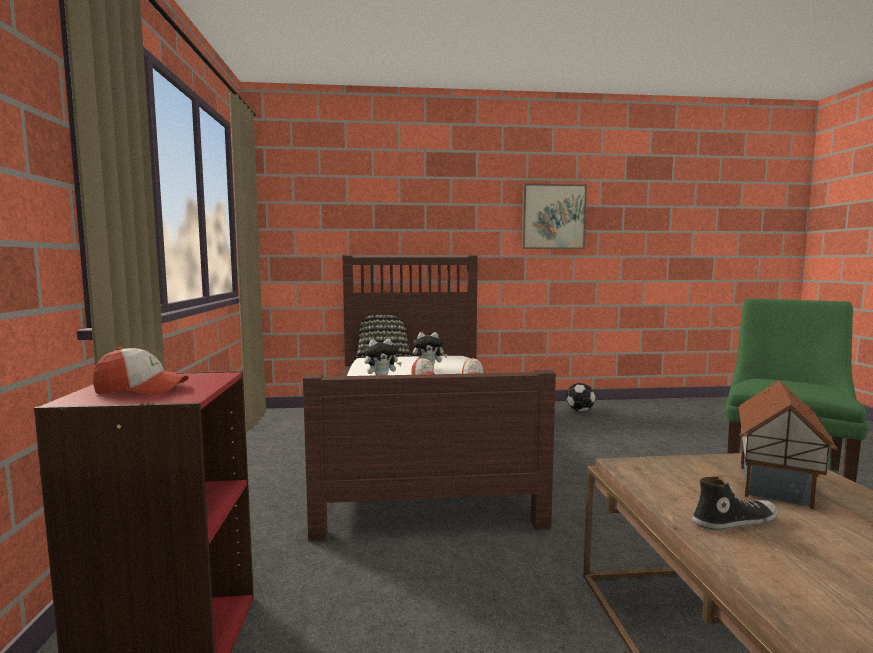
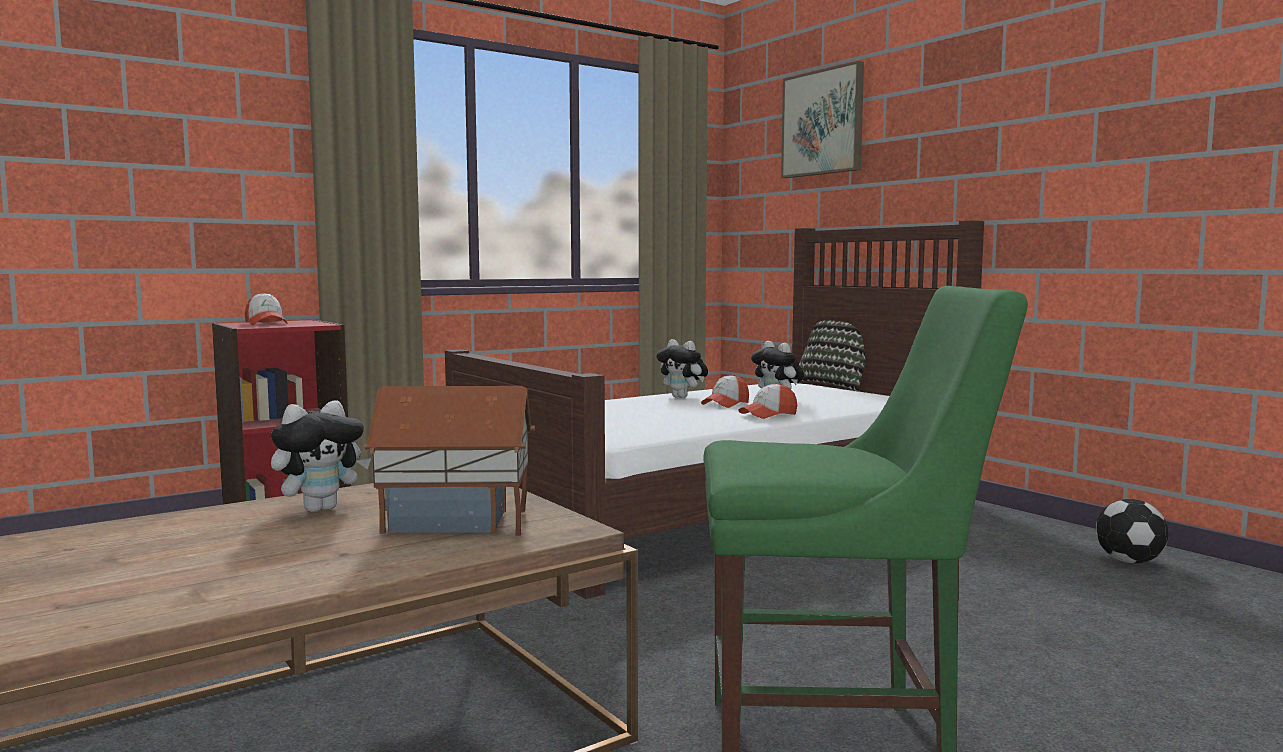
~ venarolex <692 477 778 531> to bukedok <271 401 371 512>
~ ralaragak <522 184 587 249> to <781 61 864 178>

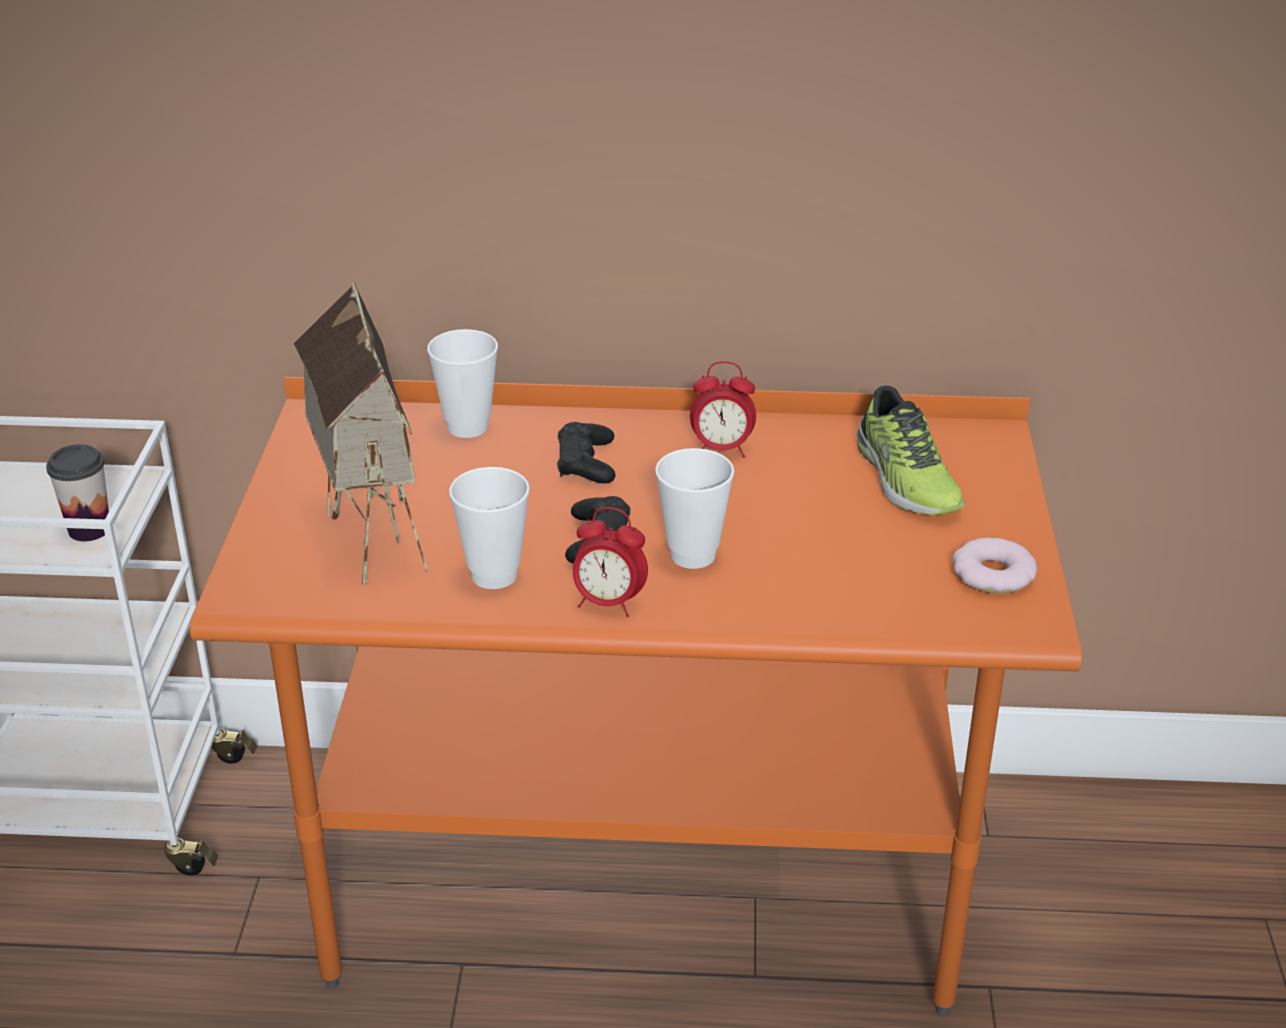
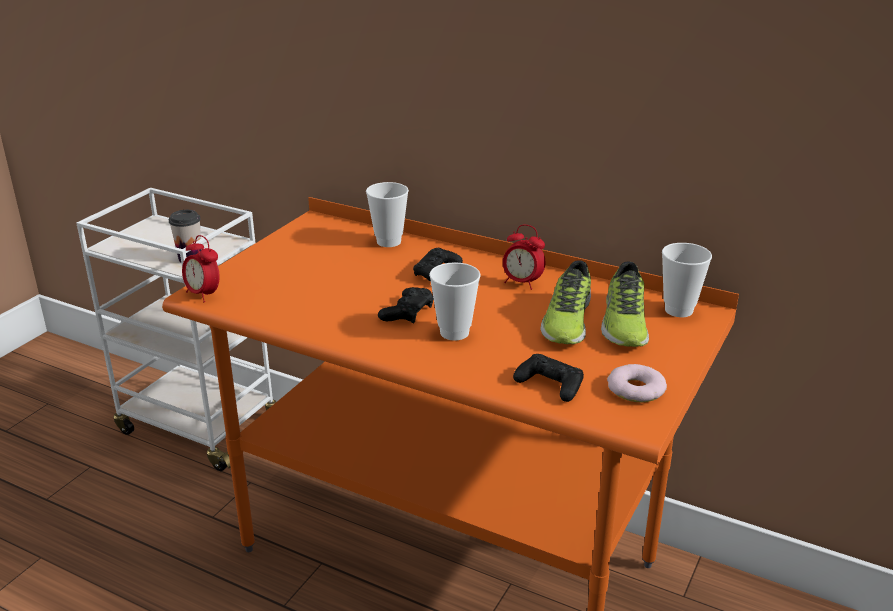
~ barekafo <573 507 648 617> to <182 235 220 302>
+ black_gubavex <513 354 584 402>
+ venarolex <541 260 591 344>
~ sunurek <449 467 530 589> to <662 243 712 317>
- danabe <294 281 428 585>

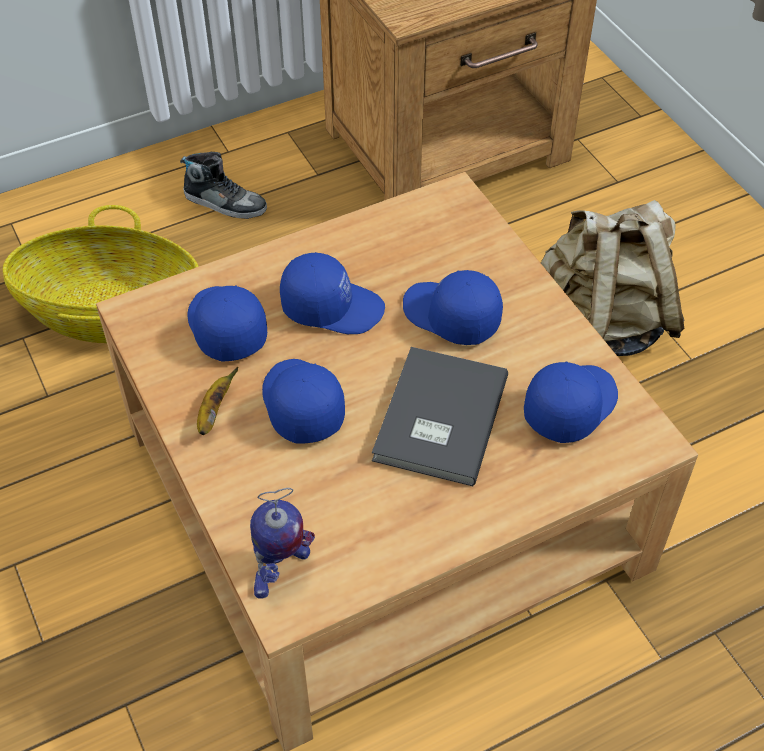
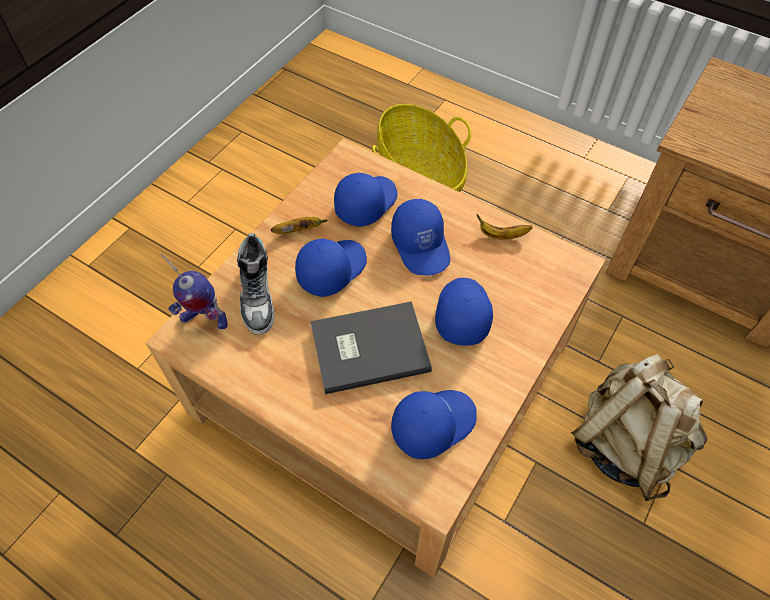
~ venarolex <180 152 267 219> to <237 233 274 334>
~ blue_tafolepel <524 362 618 443> = <391 390 477 459> 45 degrees counterclockwise
+ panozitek <476 214 532 240>

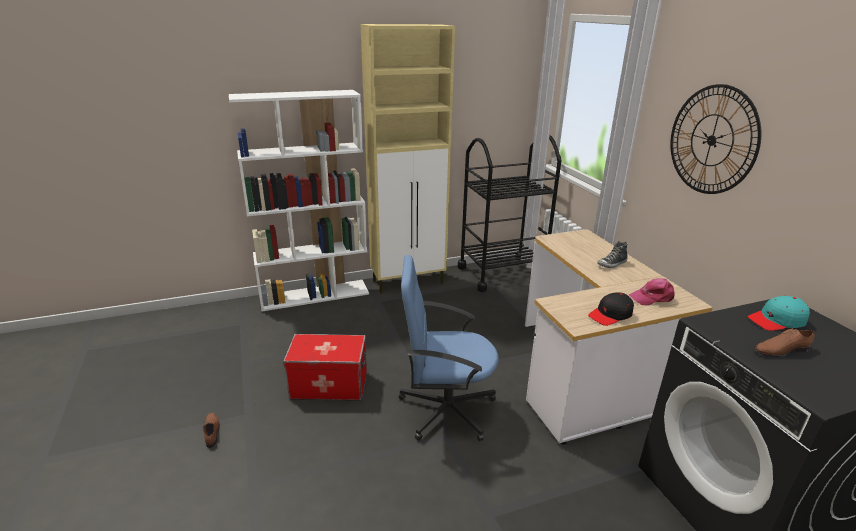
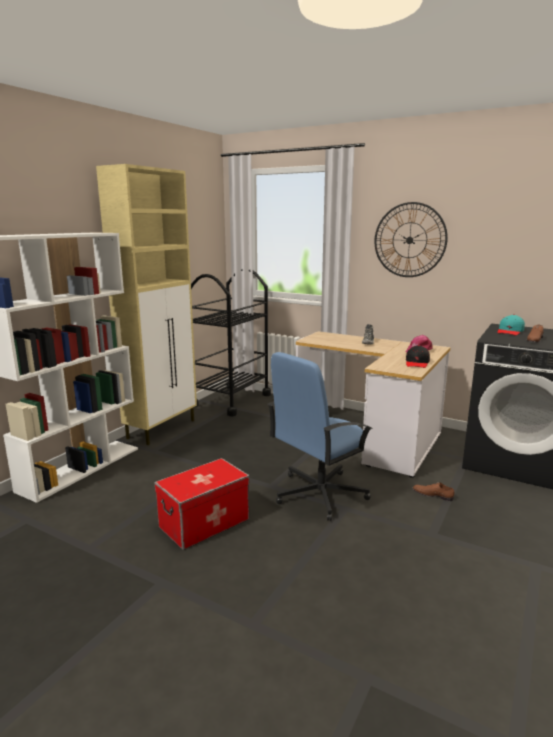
~ brown_venarolex <203 413 220 448> to <412 482 454 501>

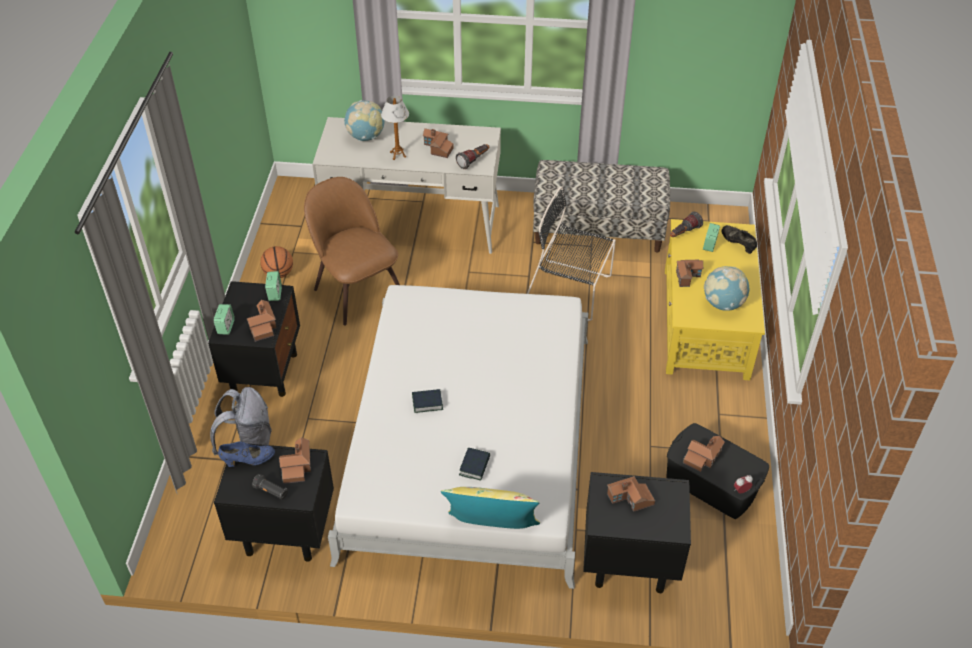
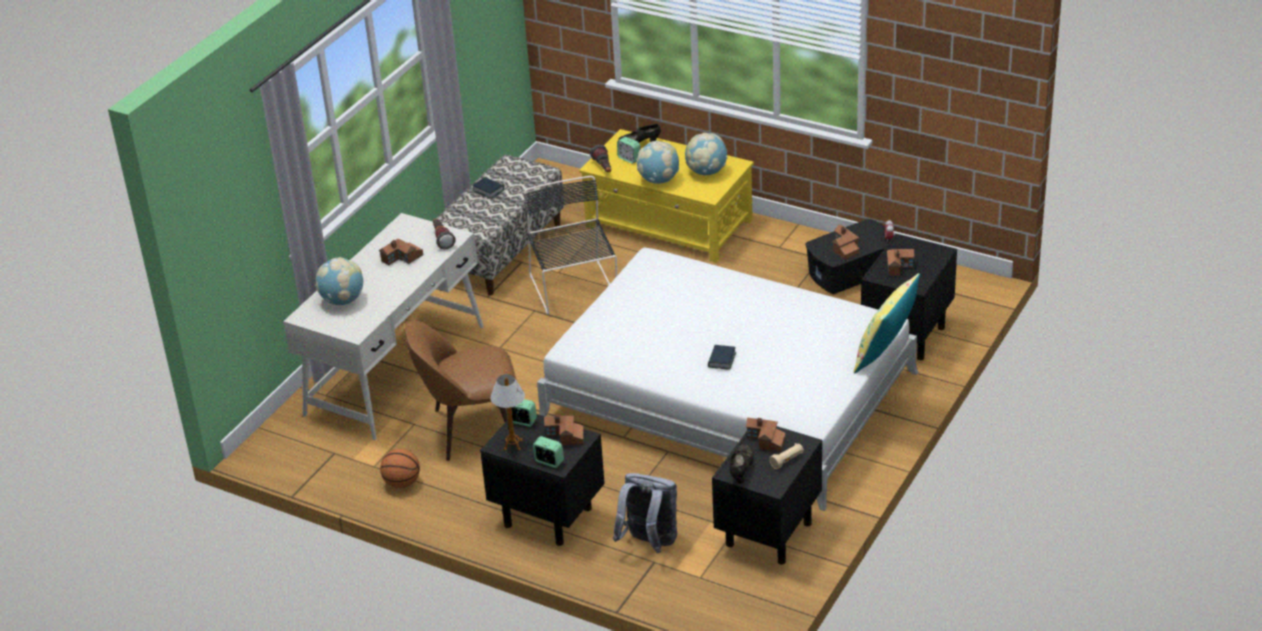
~ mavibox <459 448 490 481> to <472 177 504 199>
~ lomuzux <381 96 409 160> to <490 374 525 451>
~ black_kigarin <527 187 616 321> = <524 176 617 315> 120 degrees clockwise
~ danabe <676 260 703 287> to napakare <636 141 679 184>
~ blue_venarolex <218 441 275 467> to black_venarolex <729 444 754 484>
~ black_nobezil <252 474 288 500> to beige_nobezil <769 443 804 469>

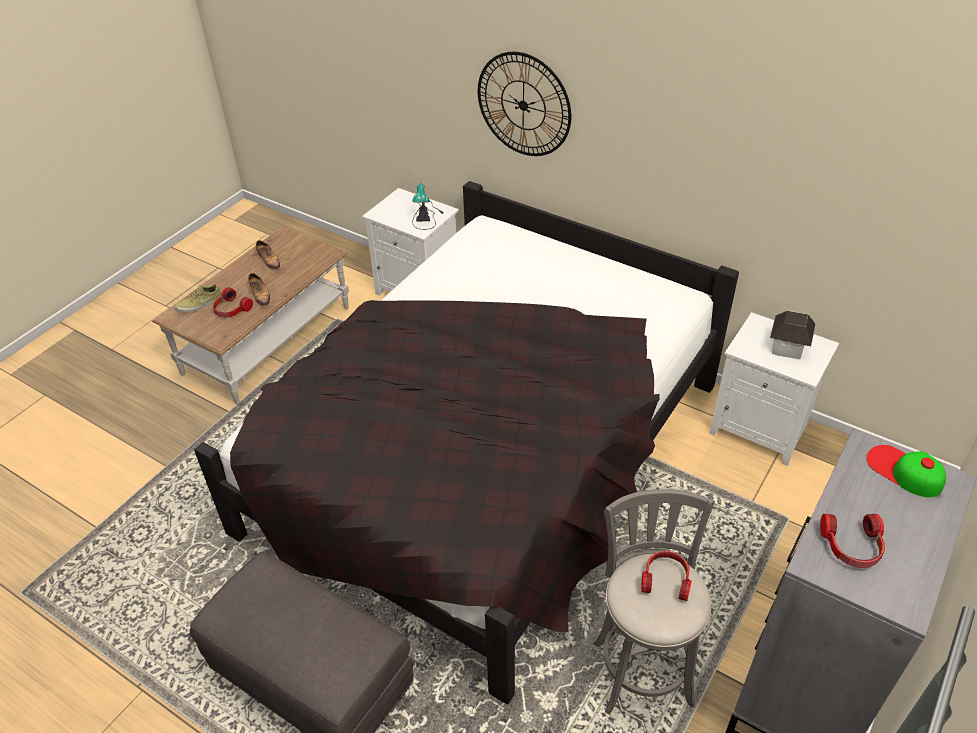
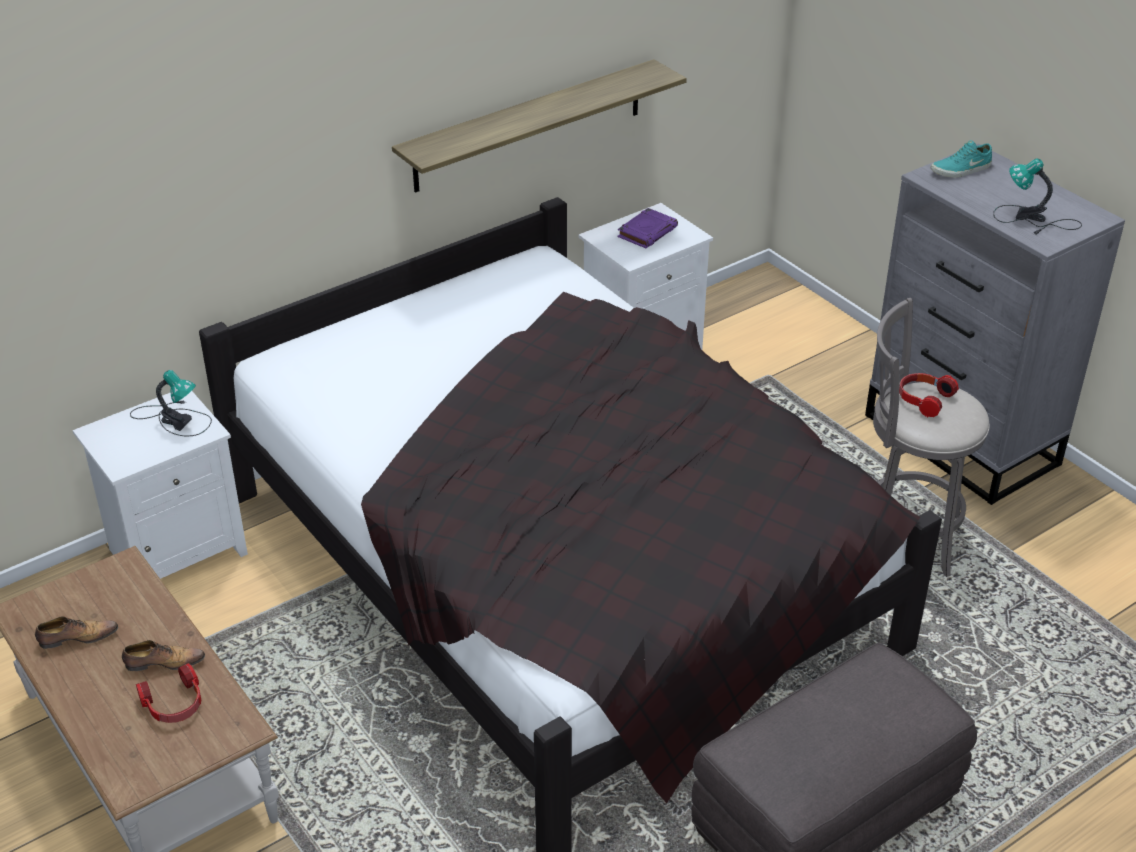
+ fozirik <392 59 687 193>
~ danabe <770 311 815 359> to purple_mavibox <618 208 678 248>
~ tafolepel <866 445 946 497> to turquoise_venarolex <931 140 992 177>
~ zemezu <820 514 885 568> to lomuzux <993 159 1082 235>
- beige_venarolex <175 284 221 312>
- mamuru <478 52 571 156>

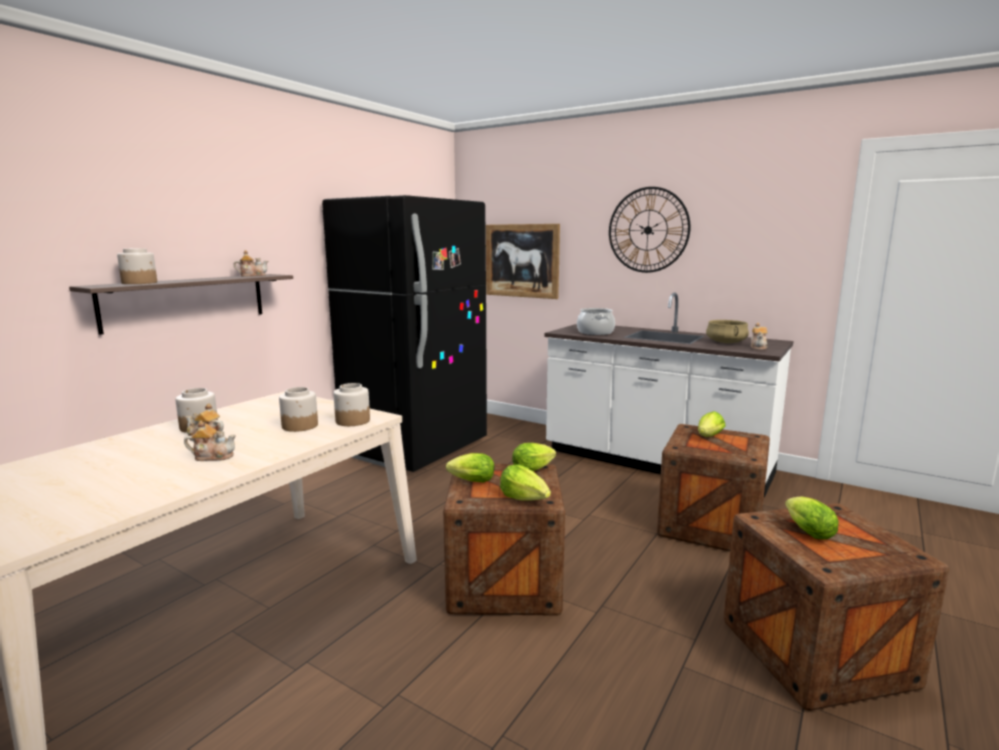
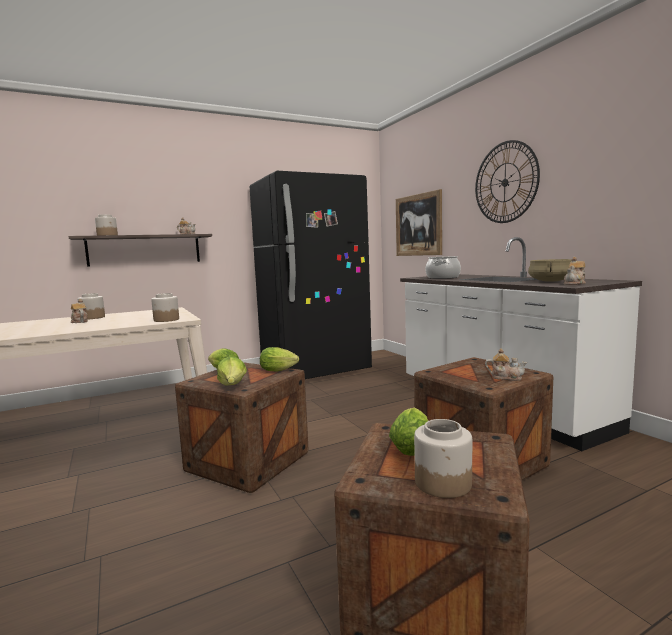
~ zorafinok <279 387 318 432> to <414 419 472 498>
~ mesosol <184 421 236 461> to <485 348 527 381>
- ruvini <698 411 725 437>

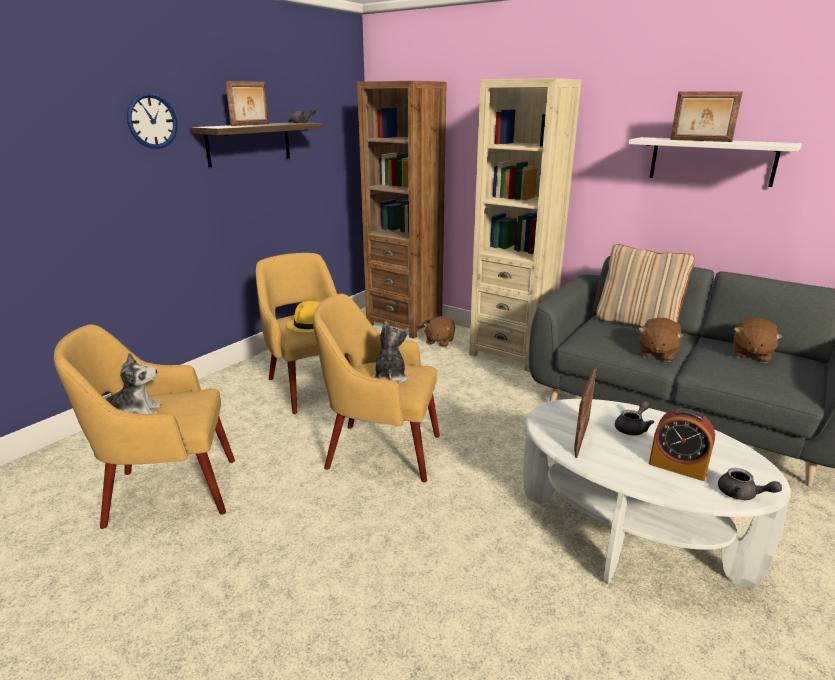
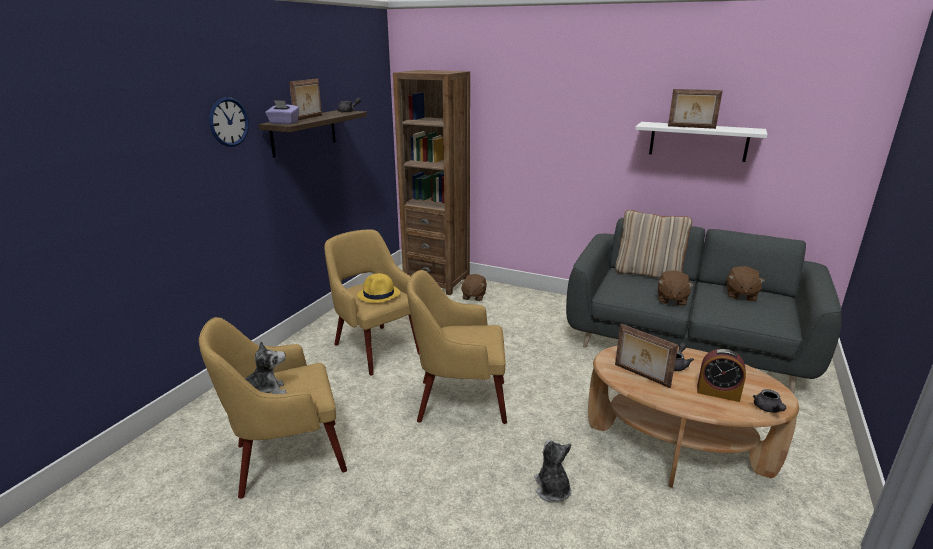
+ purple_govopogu <266 100 299 124>
~ bukedok <372 321 409 384> to <534 439 571 502>
~ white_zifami <523 399 791 590> to brown_zifami <588 346 799 488>
~ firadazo <574 367 597 458> = <615 324 678 388> 60 degrees counterclockwise
~ grey_mesosol <718 468 782 500> = <753 389 786 413> 60 degrees clockwise
- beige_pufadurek <469 78 582 372>

